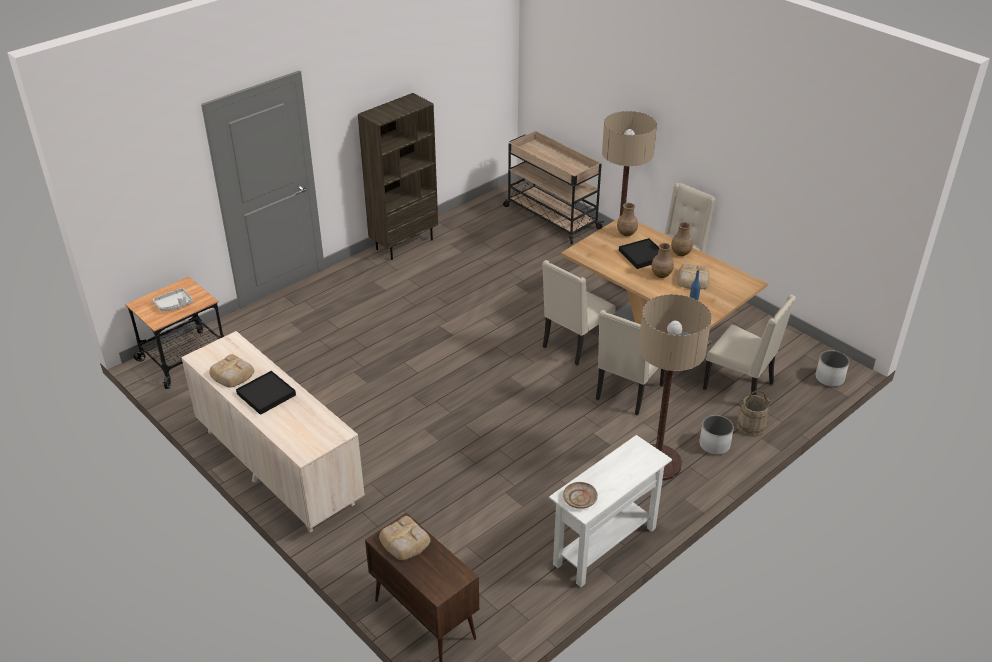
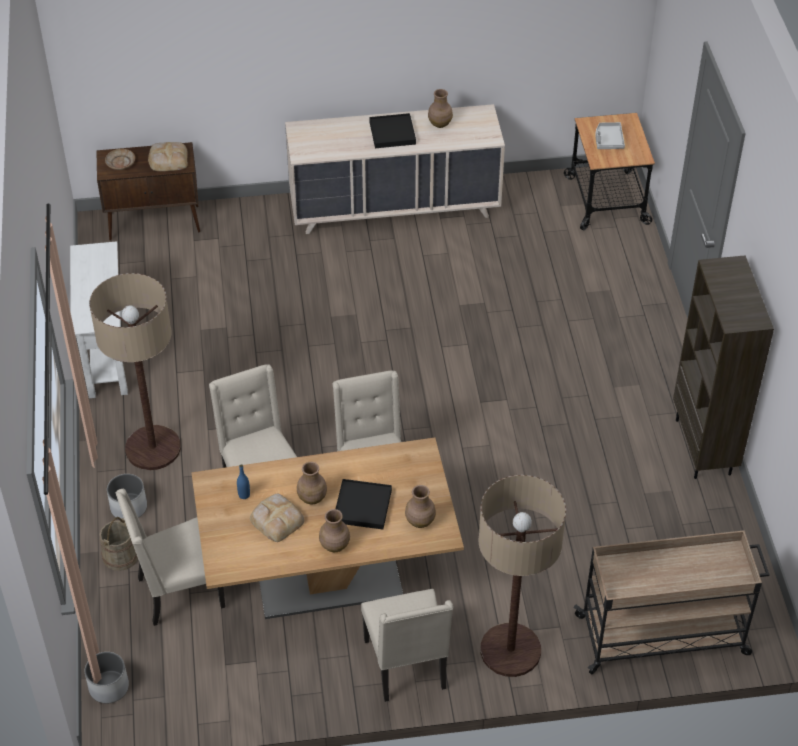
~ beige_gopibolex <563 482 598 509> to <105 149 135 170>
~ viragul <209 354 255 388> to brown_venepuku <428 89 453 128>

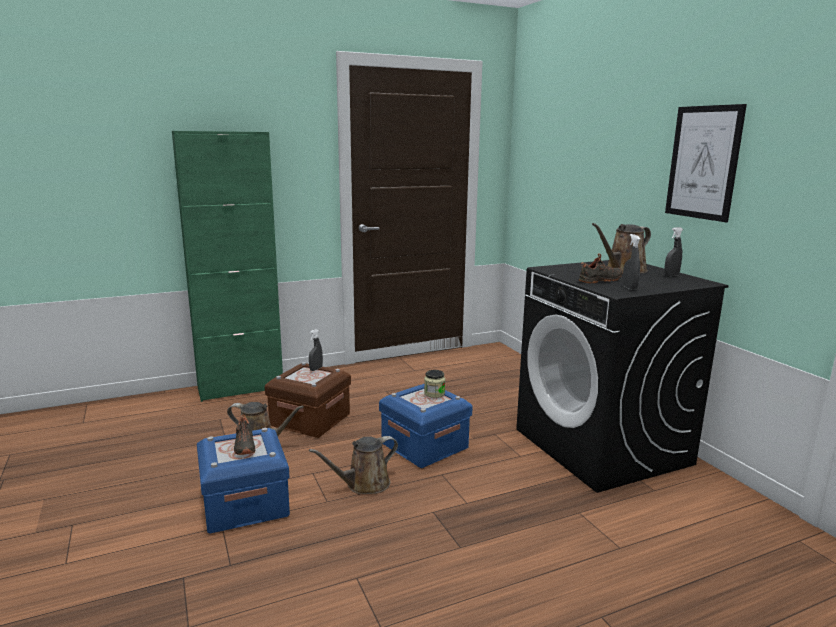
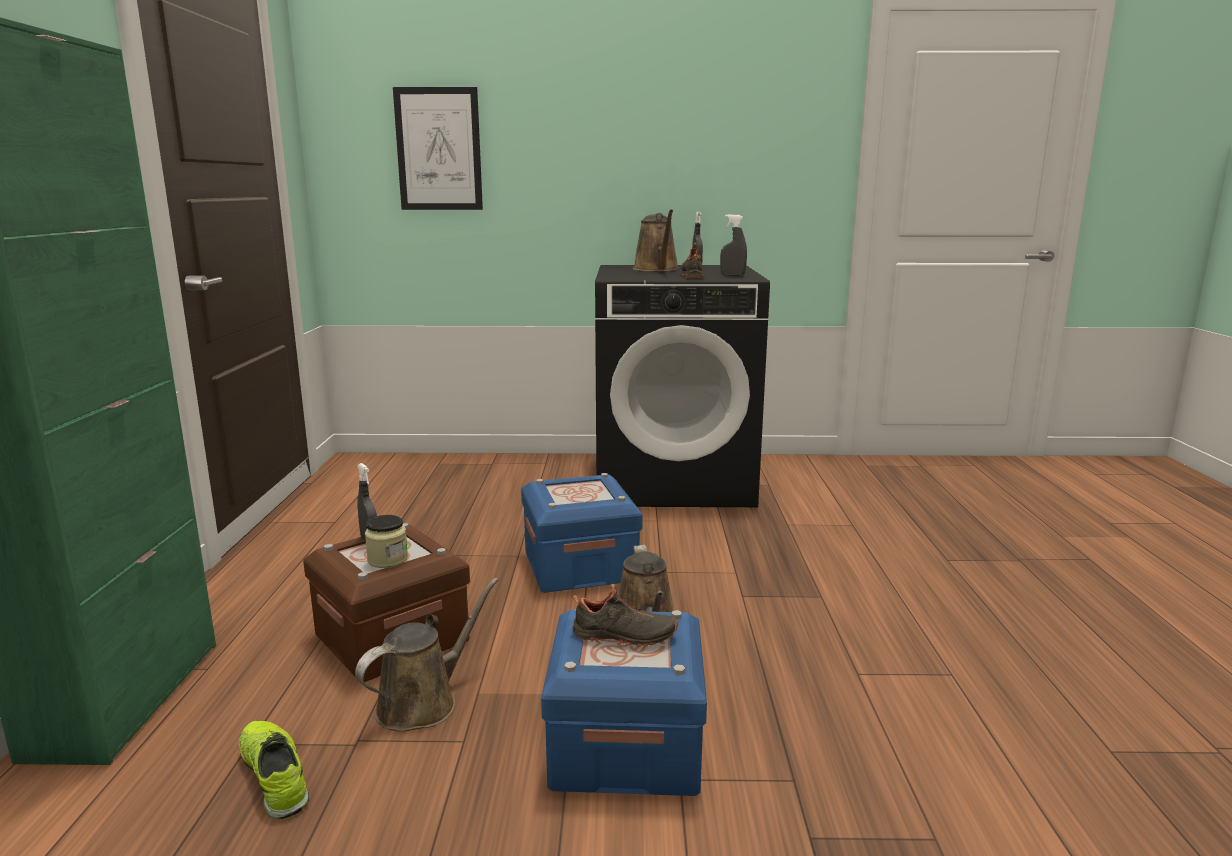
+ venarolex <239 721 309 819>
~ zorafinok <424 370 445 398> to <365 515 408 568>
~ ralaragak <665 104 747 222> to <393 87 483 210>

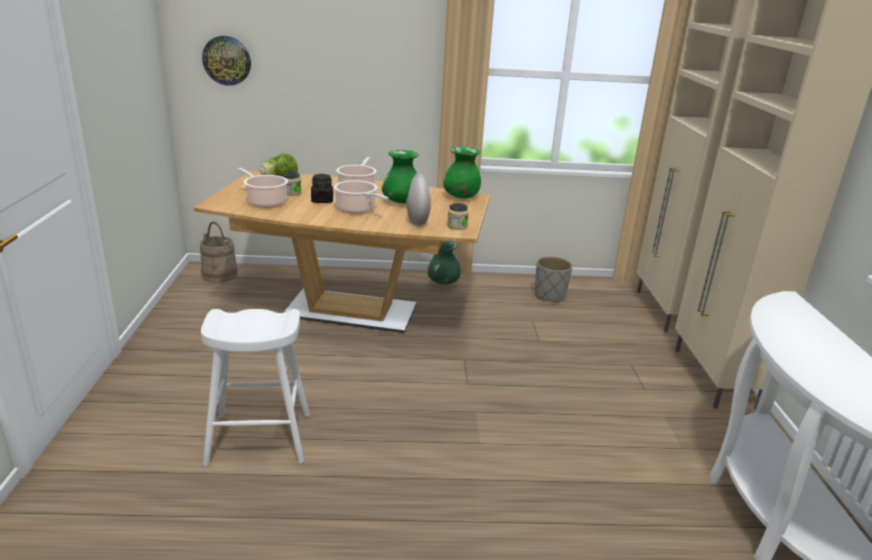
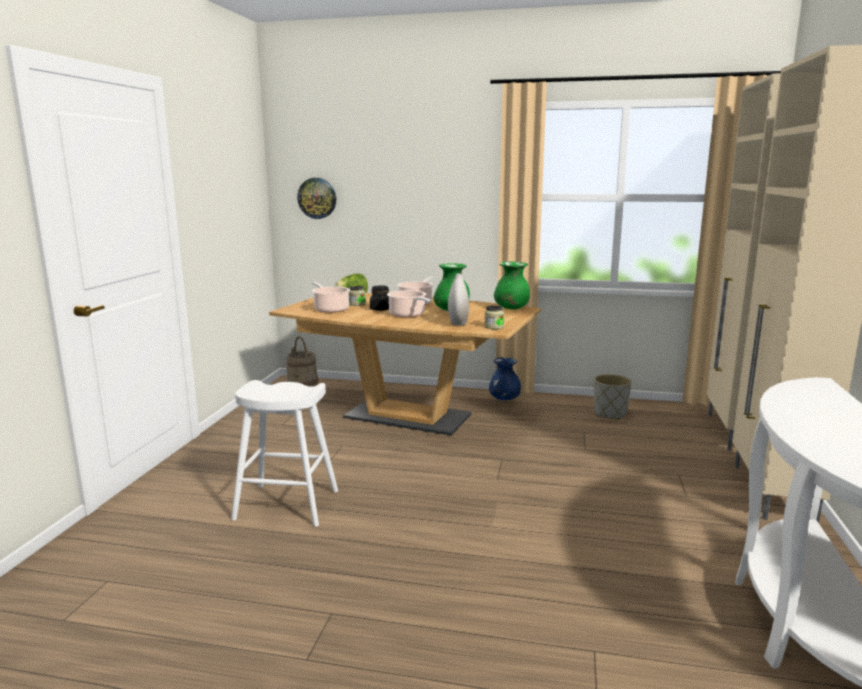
~ green_venepuku <428 241 460 285> to blue_venepuku <489 357 521 400>

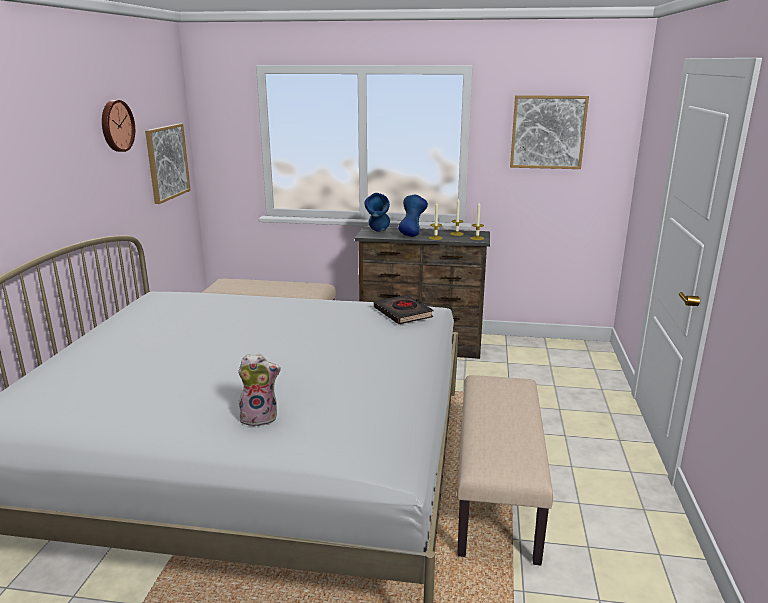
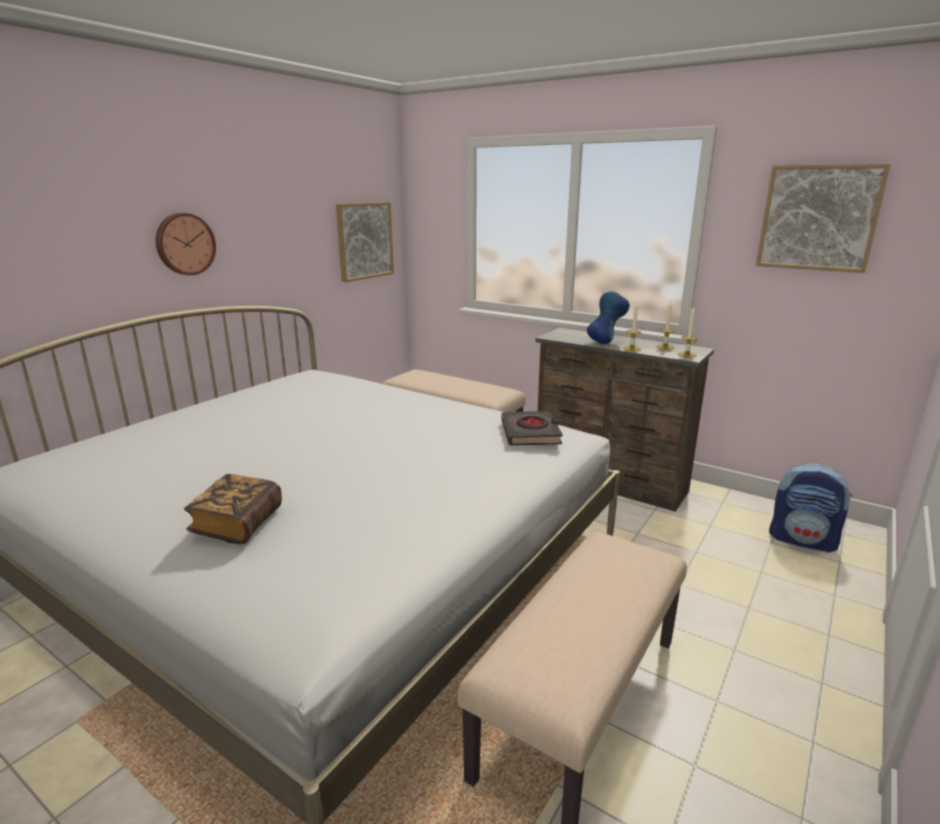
~ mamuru <102 100 135 152> to <156 213 216 275>
~ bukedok <238 354 281 427> to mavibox <184 474 282 544>
+ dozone <769 464 852 553>
- blue_venepuku <364 193 390 232>

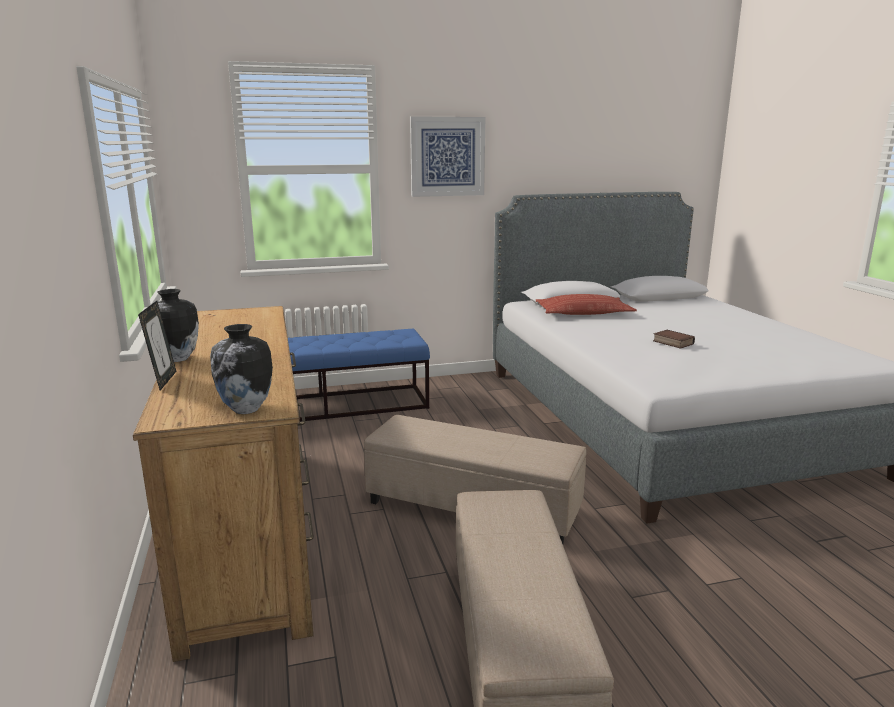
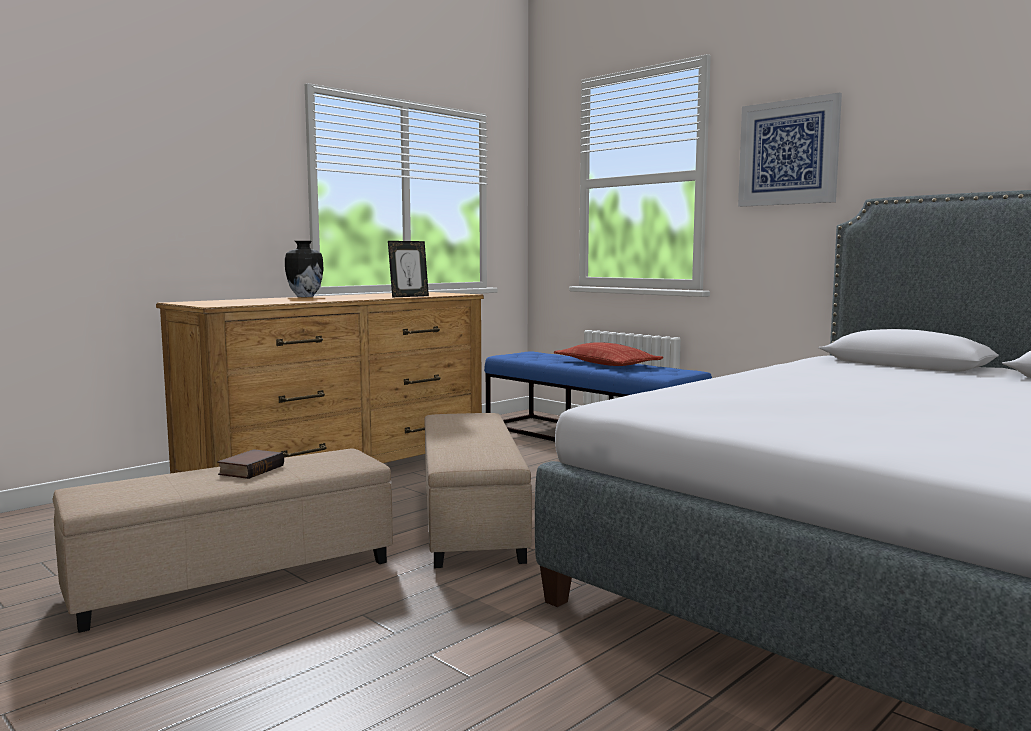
~ mavibox <653 330 695 349> to <218 449 284 479>
~ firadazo <138 301 177 391> to <388 241 429 297>
~ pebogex <535 294 637 315> to <554 342 664 366>
- venepuku <210 324 273 414>

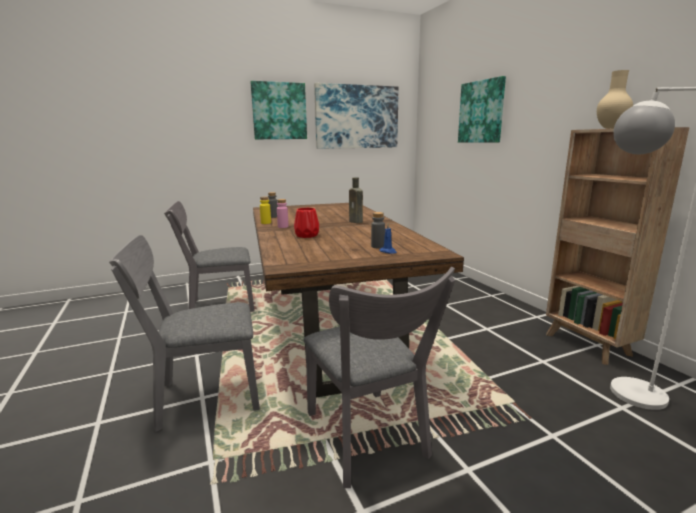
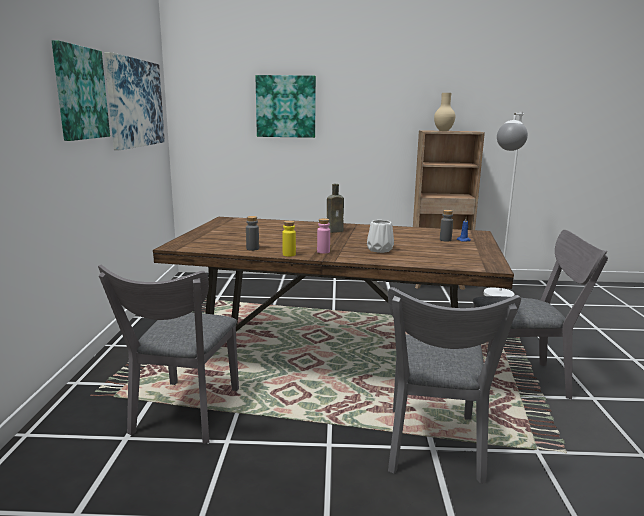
~ red_venepuku <294 208 319 238> to white_venepuku <367 220 394 253>

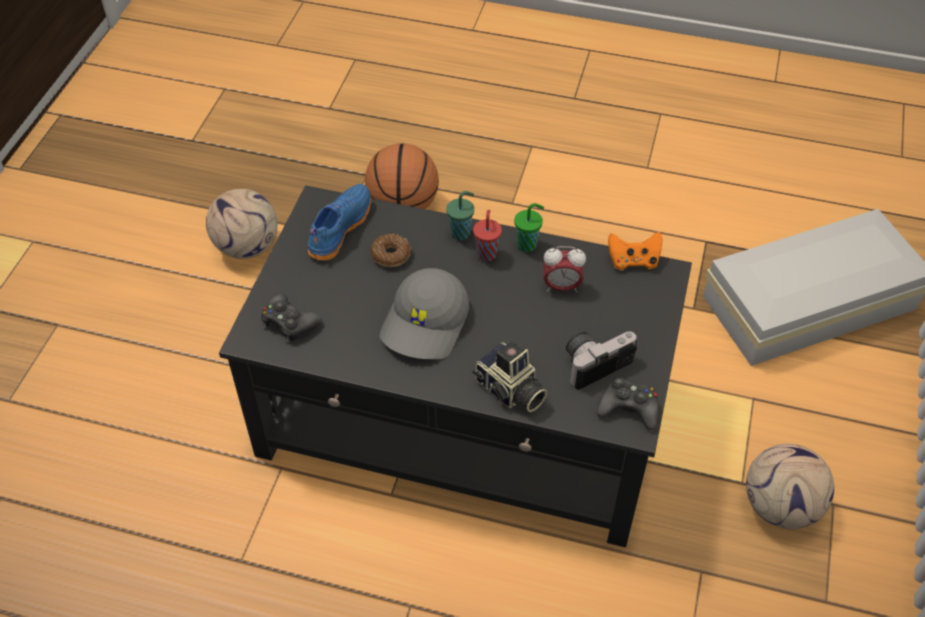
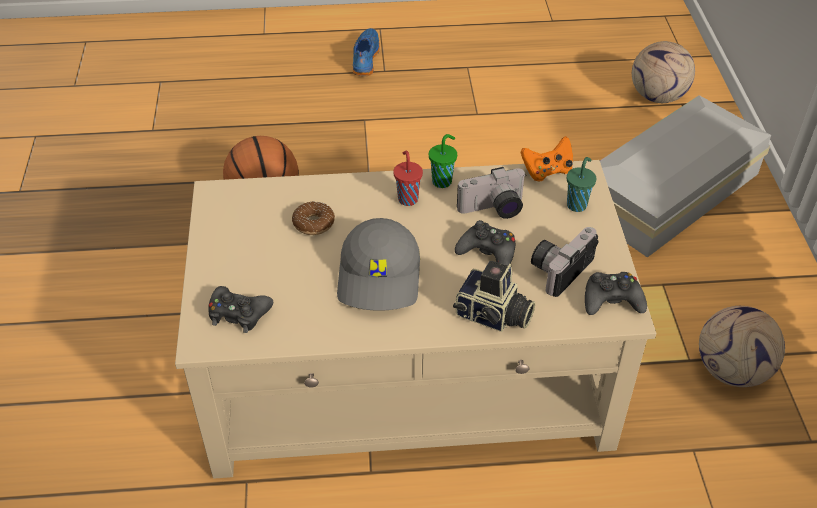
~ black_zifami <219 185 692 547> to beige_zifami <175 160 657 479>
~ blue_venarolex <308 184 371 261> to <353 28 380 76>
+ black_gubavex <455 220 515 265>
~ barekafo <543 246 586 293> to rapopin <457 167 525 219>
~ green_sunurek <446 191 474 240> to <567 157 596 212>
~ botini <206 189 278 259> to <632 41 695 103>

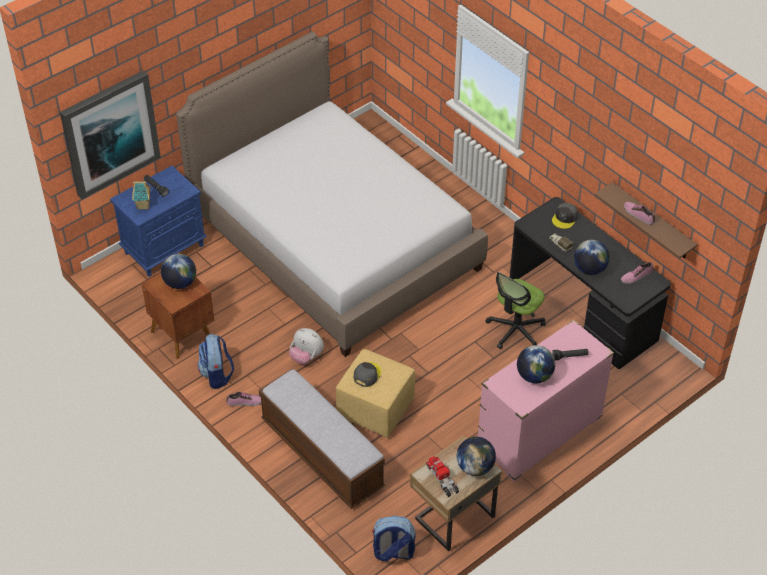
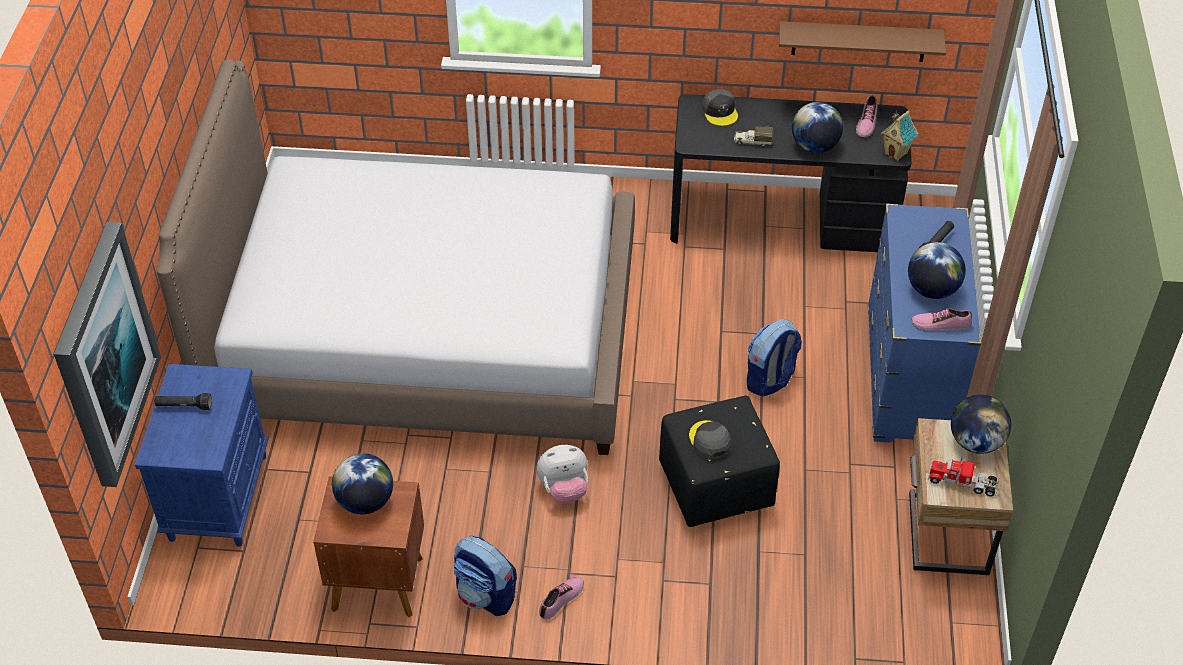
~ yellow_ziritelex <336 349 415 438> to black_ziritelex <659 395 780 527>
~ dozone <372 516 416 561> to <747 319 802 397>
~ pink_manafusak <478 320 614 482> to blue_manafusak <868 204 981 442>
~ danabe <132 178 151 210> to <881 110 918 161>
~ venarolex <624 202 655 225> to <911 308 972 331>
- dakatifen <259 369 385 509>
- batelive <485 272 546 349>

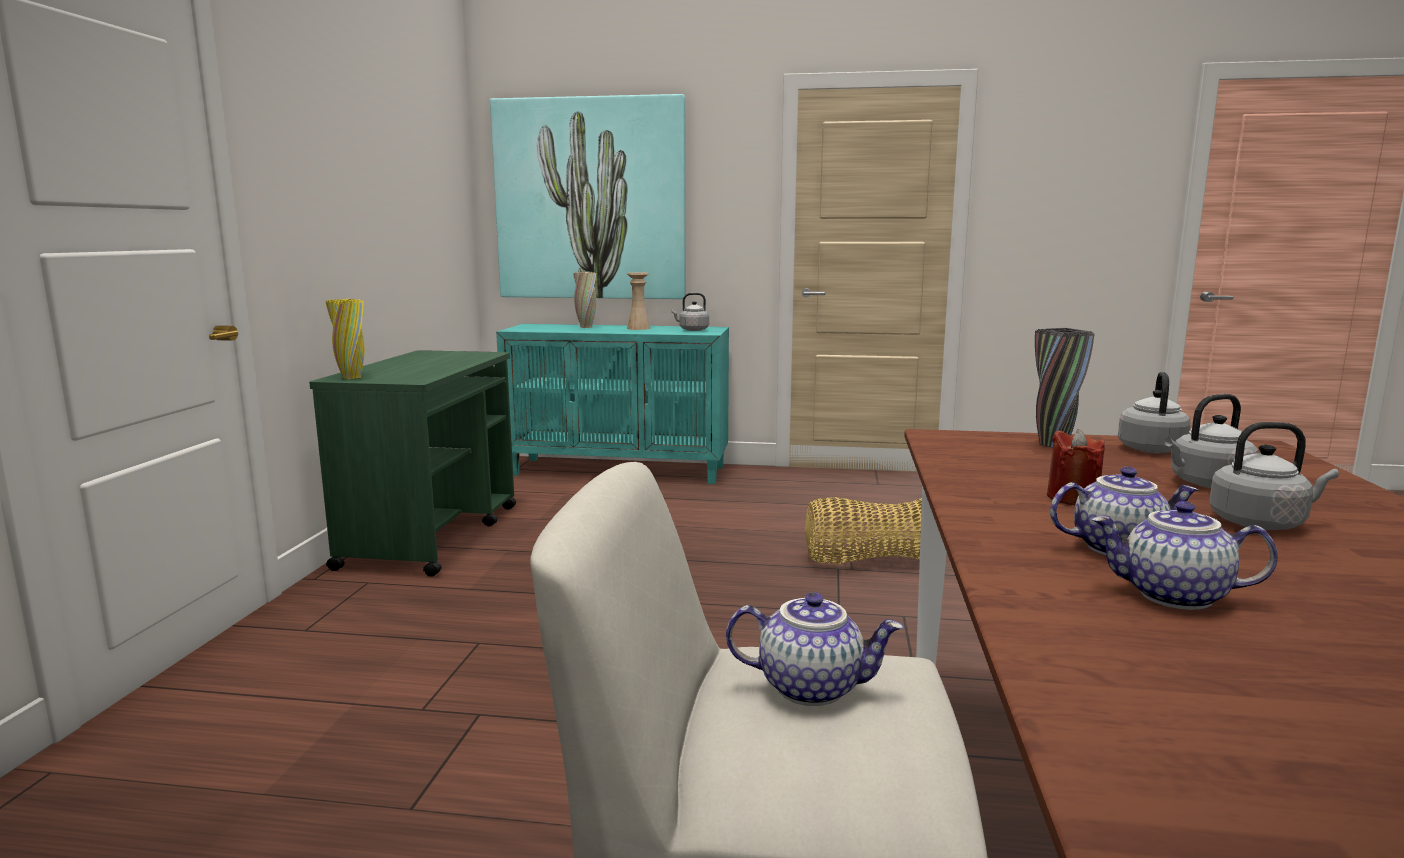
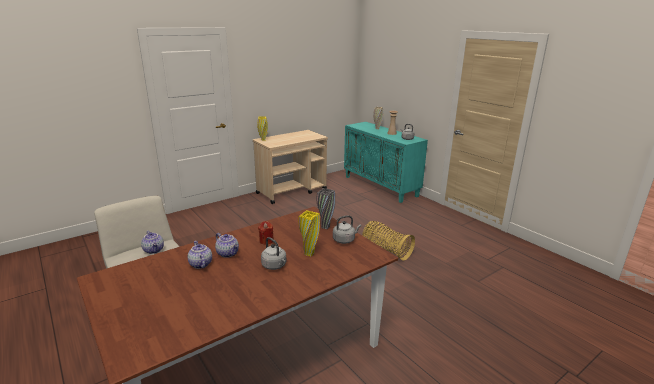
~ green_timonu <309 350 516 577> to beige_timonu <253 130 328 204>
~ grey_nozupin <1164 394 1259 488> to yellow_venepuku <299 210 320 257>
- ralaragak <490 94 686 299>

